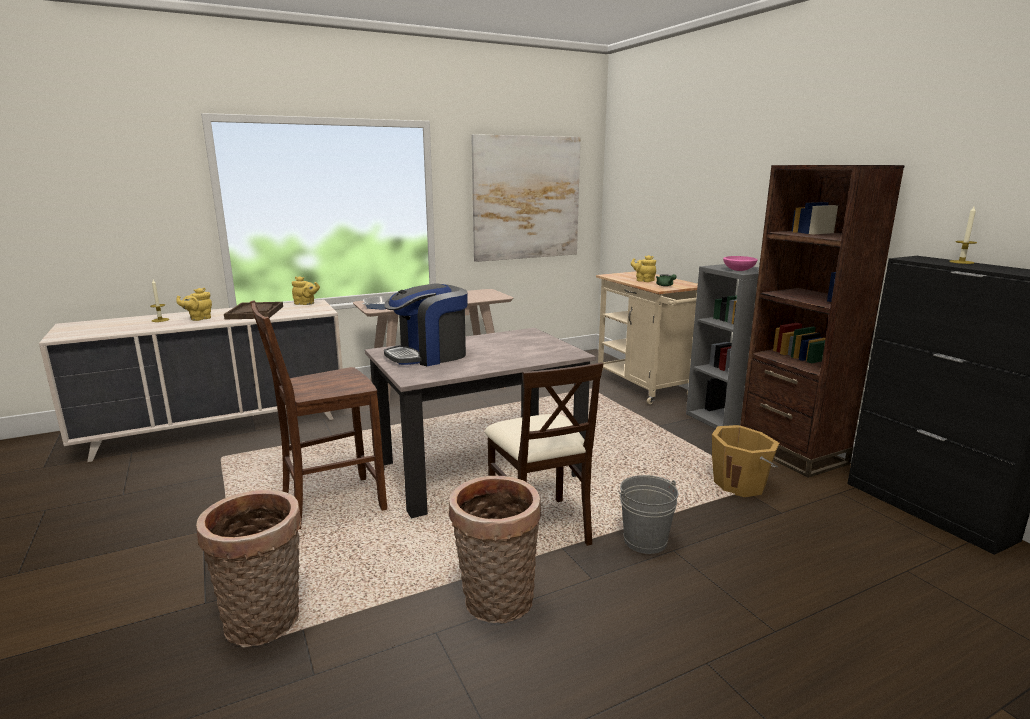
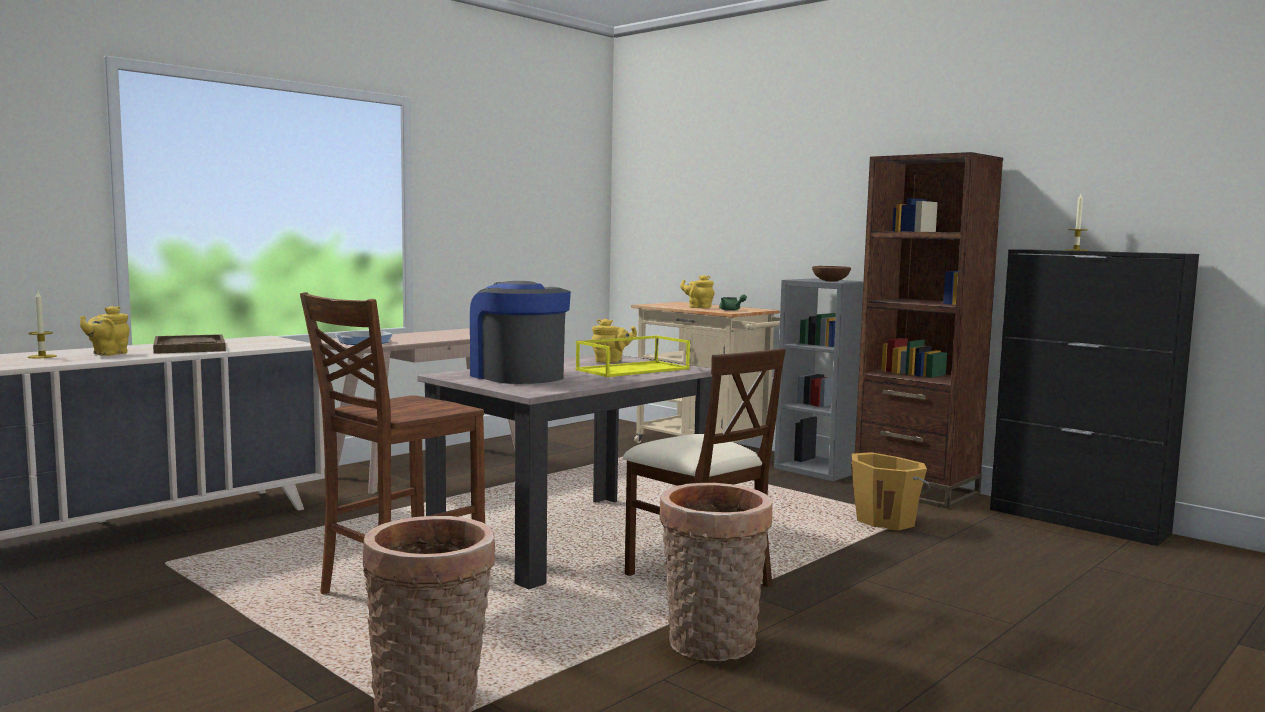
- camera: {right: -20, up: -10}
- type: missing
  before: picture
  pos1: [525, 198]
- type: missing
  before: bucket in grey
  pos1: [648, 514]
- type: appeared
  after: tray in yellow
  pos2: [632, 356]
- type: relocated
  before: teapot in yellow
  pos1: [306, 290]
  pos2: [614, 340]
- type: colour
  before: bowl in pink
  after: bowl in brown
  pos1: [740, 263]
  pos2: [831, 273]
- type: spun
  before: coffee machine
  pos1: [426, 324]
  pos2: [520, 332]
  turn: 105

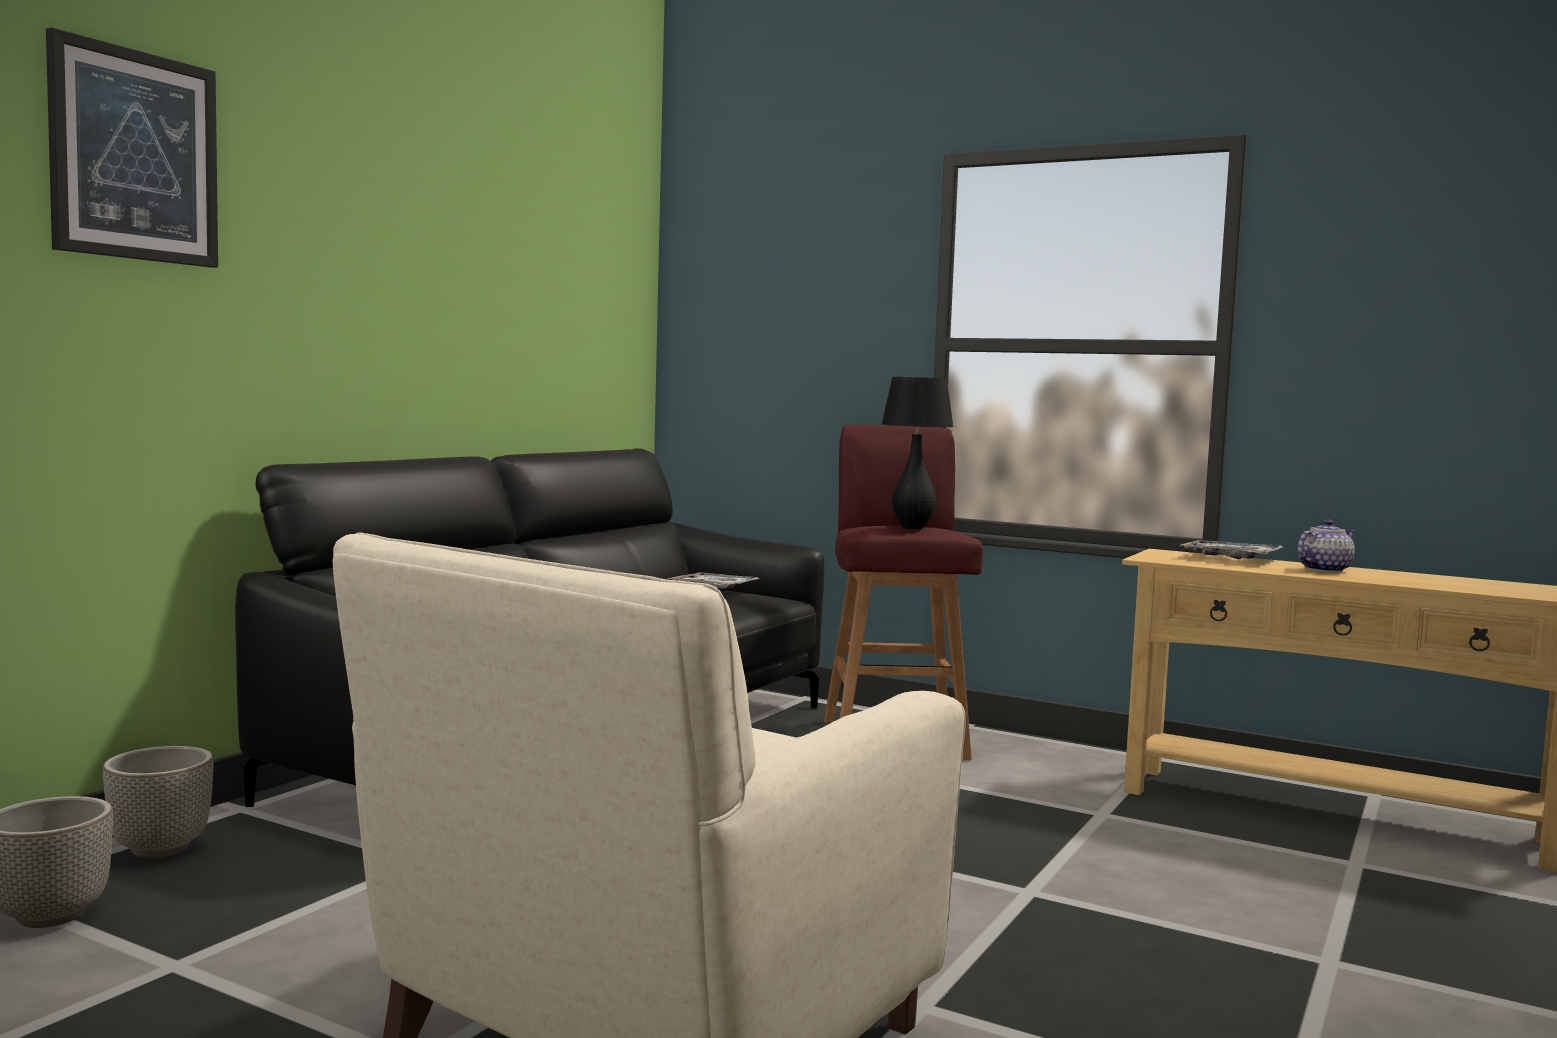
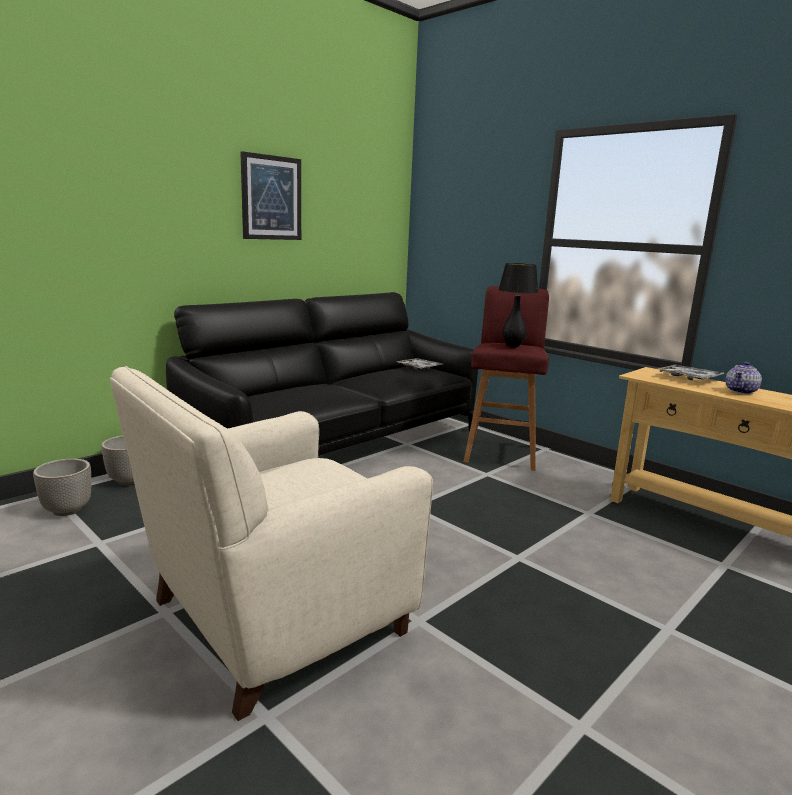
- camera: {right: 15, up: 10}
- type: relocated
  before: picture
  pos1: [132, 148]
  pos2: [270, 195]
- type: spun
  before: teapot
  pos1: [1326, 546]
  pos2: [743, 378]
  turn: 150

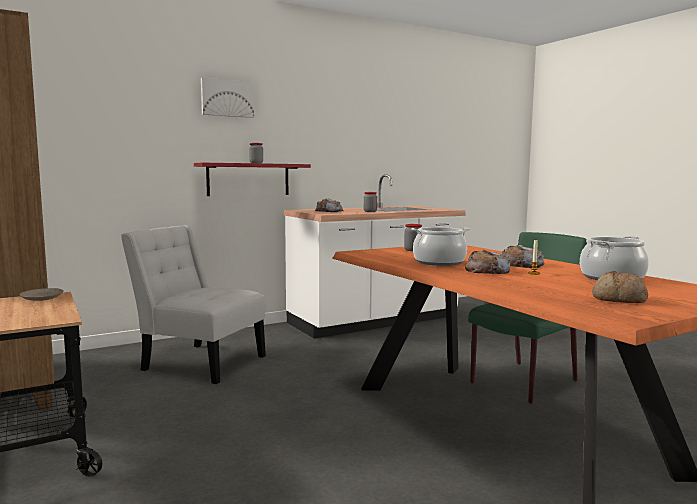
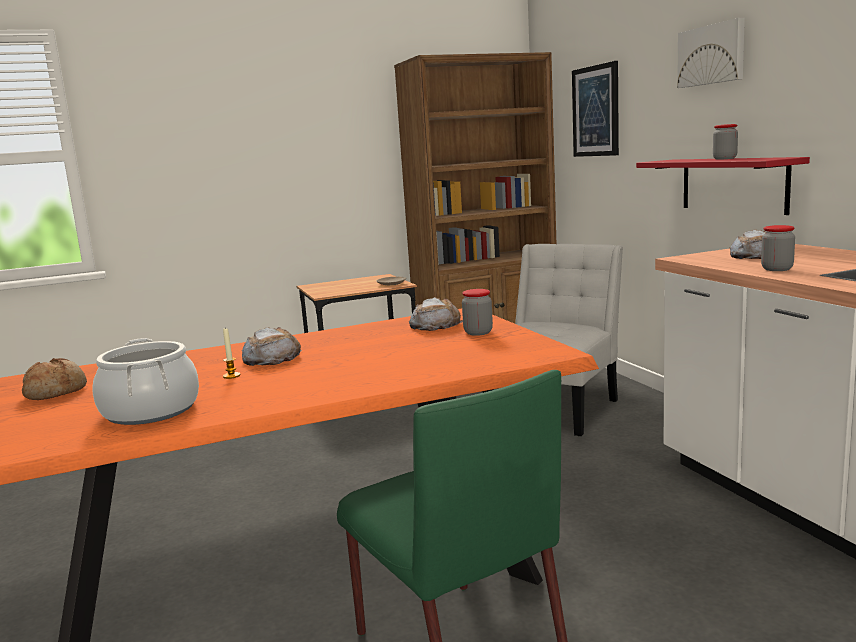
- camera: {right: 100, up: 5}
- type: missing
  before: cooking pot
  pos1: [440, 246]
- type: appeared
  after: picture
  pos2: [595, 109]
- type: relocated
  before: bread
  pos1: [523, 256]
  pos2: [436, 314]

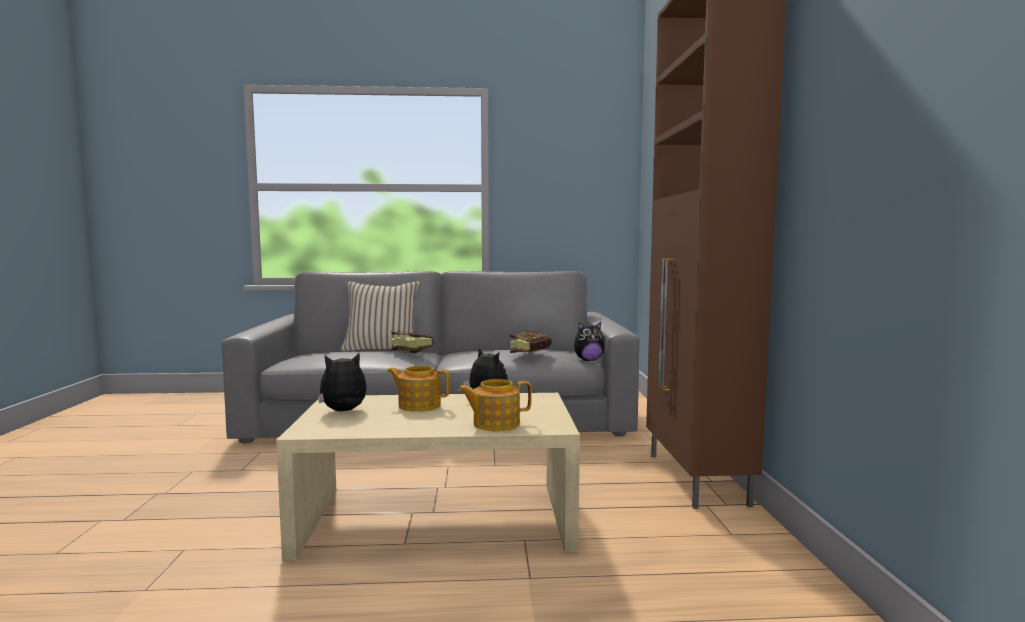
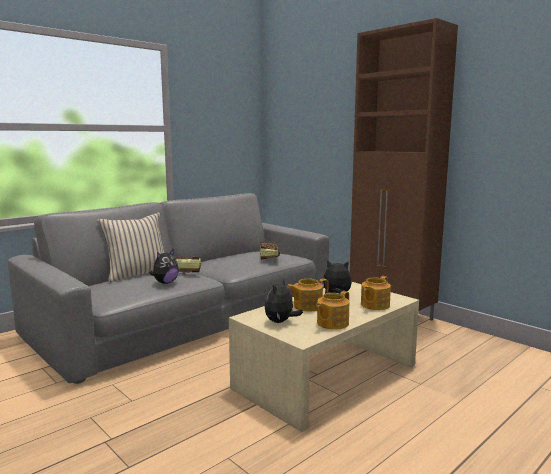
- camera: {right: -40, up: 5}
- type: appeared
  after: teapot
  pos2: [332, 310]
- type: relocated
  before: plush toy
  pos1: [589, 341]
  pos2: [164, 266]

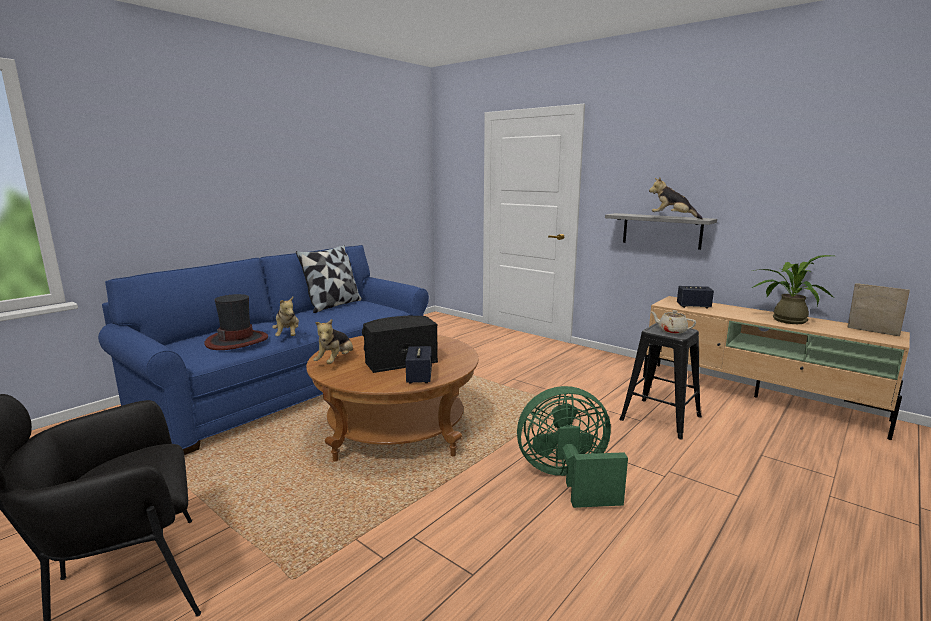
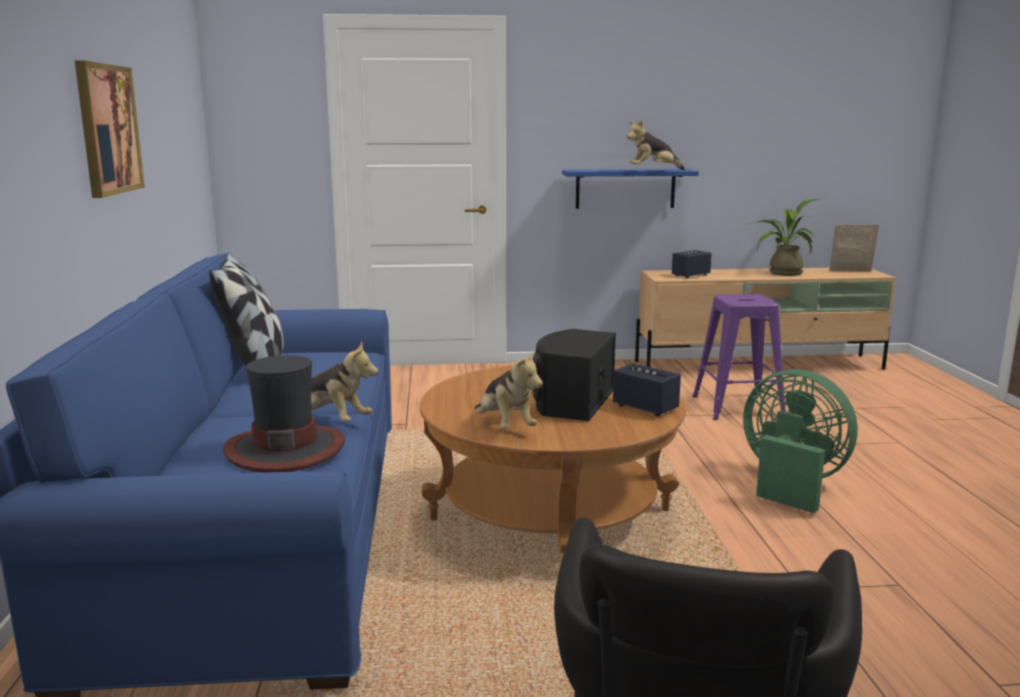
- camera: {right: -45, up: 0}
- type: missing
  before: teapot in beige
  pos1: [673, 322]
- type: appeared
  after: picture
  pos2: [110, 129]
- type: colour
  before: shelf in grey
  after: shelf in blue
  pos1: [661, 231]
  pos2: [630, 189]
- type: colour
  before: stool in black
  after: stool in purple
  pos1: [660, 381]
  pos2: [739, 357]
- type: spun
  before: fan in green
  pos1: [572, 447]
  pos2: [800, 441]
  turn: 90

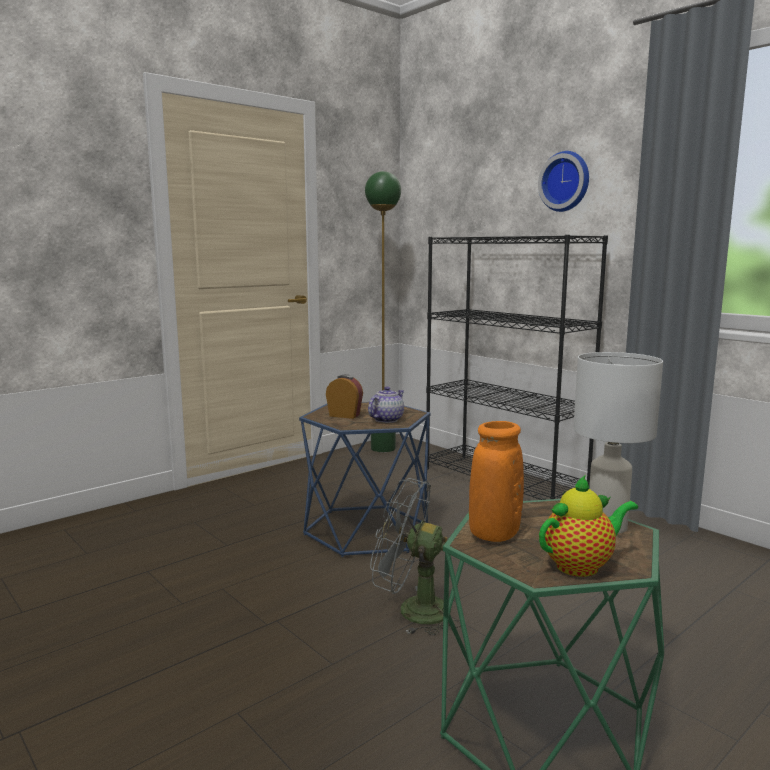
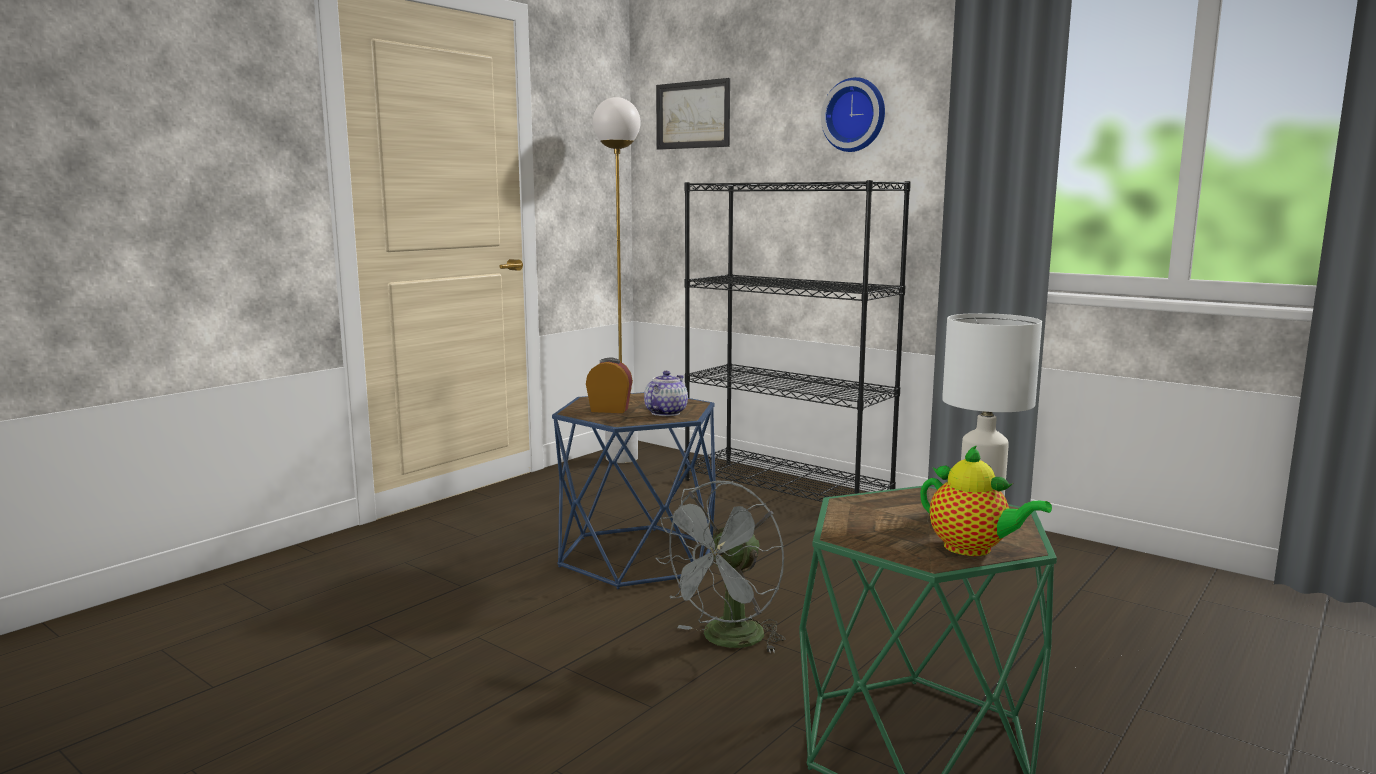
- camera: {right: -10, up: 0}
- type: missing
  before: vase in orange
  pos1: [496, 481]
- type: appeared
  after: picture
  pos2: [693, 114]
- type: colour
  before: floor lamp in green
  after: floor lamp in white
  pos1: [383, 311]
  pos2: [617, 280]
- type: spun
  before: fan in grey
  pos1: [415, 556]
  pos2: [720, 567]
  turn: -60
- type: spun
  before: teapot
  pos1: [588, 526]
  pos2: [986, 500]
  turn: 75

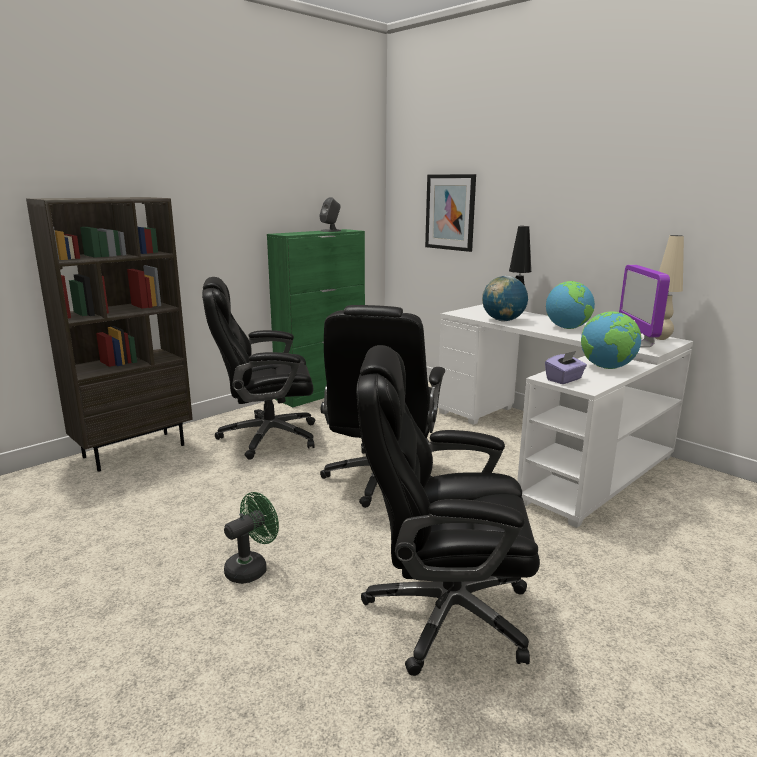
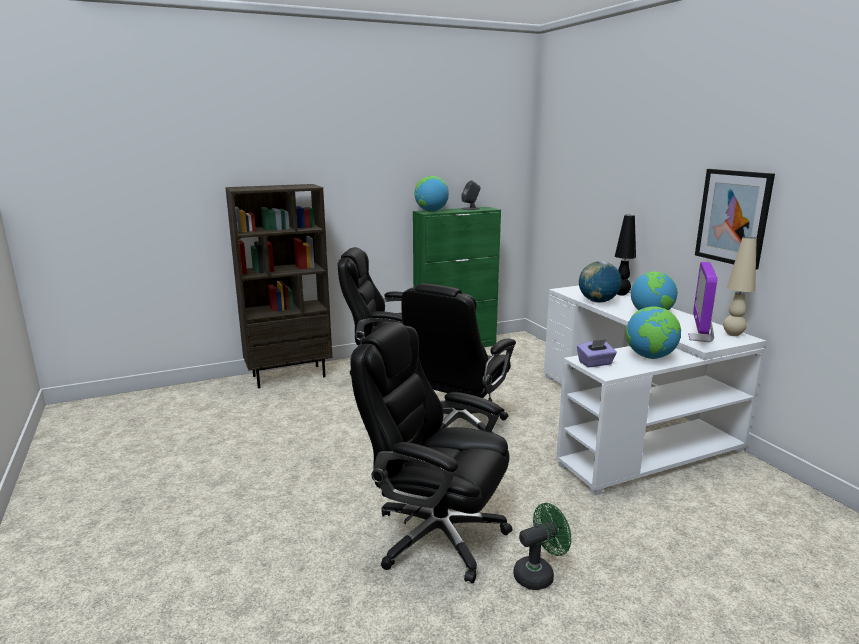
- camera: {right: 20, up: 0}
- type: appeared
  after: globe
  pos2: [432, 194]
- type: relocated
  before: fan in green
  pos1: [251, 538]
  pos2: [542, 546]
- type: relocated
  before: picture
  pos1: [450, 213]
  pos2: [735, 219]

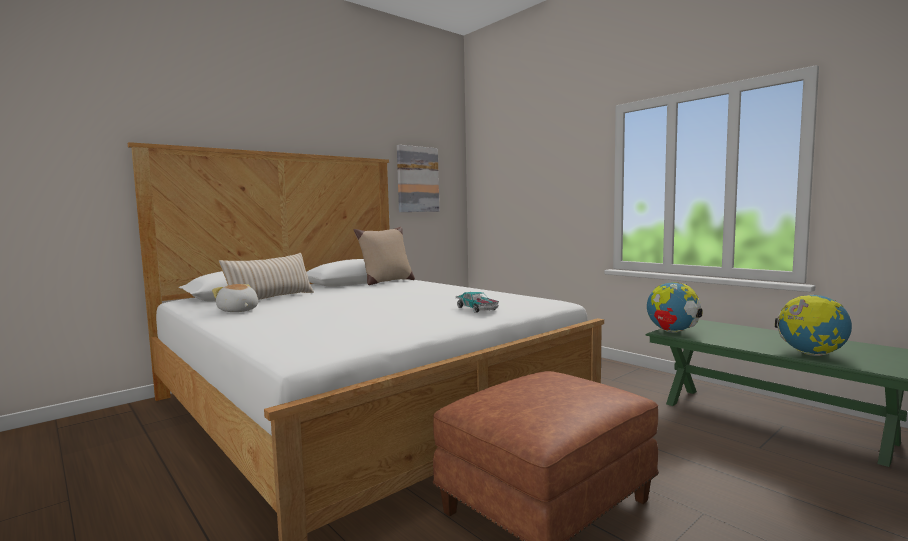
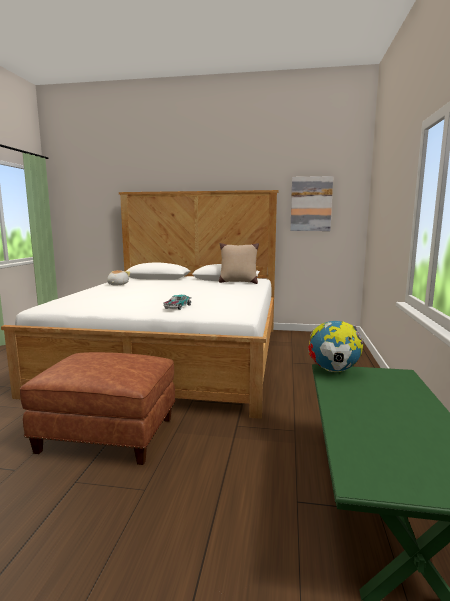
- camera: {right: 50, up: 5}
- type: missing
  before: pillow in beige
  pos1: [266, 276]
- type: missing
  before: globe
  pos1: [813, 325]

